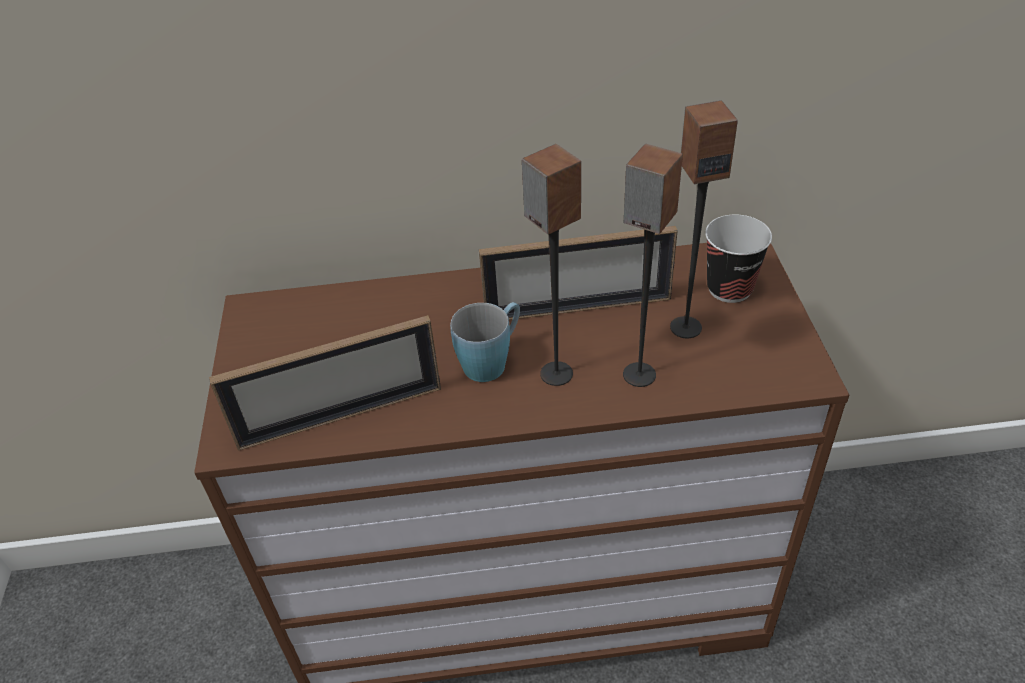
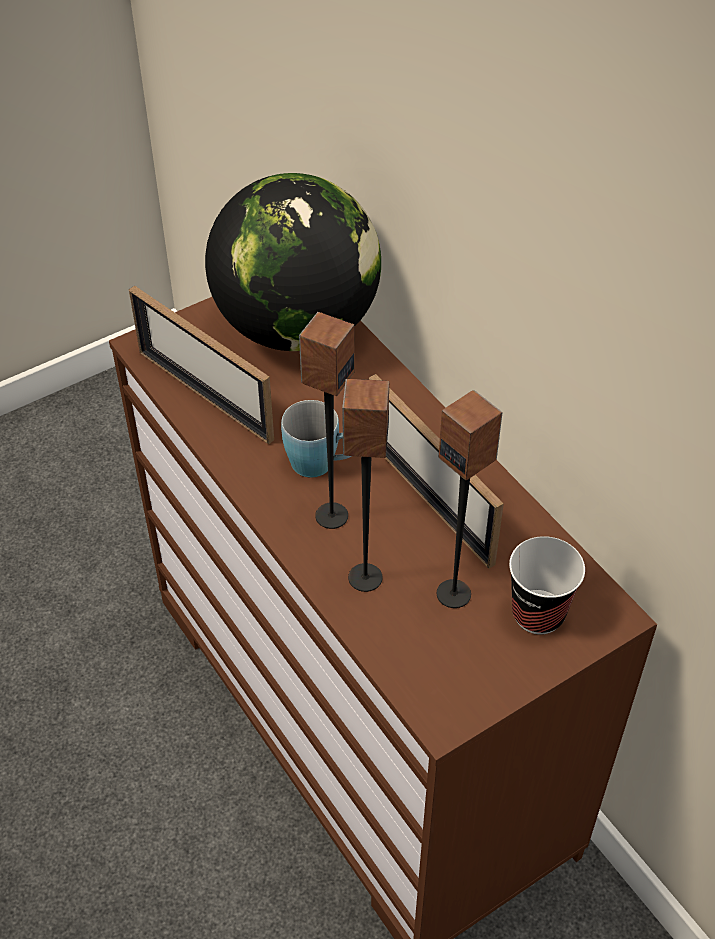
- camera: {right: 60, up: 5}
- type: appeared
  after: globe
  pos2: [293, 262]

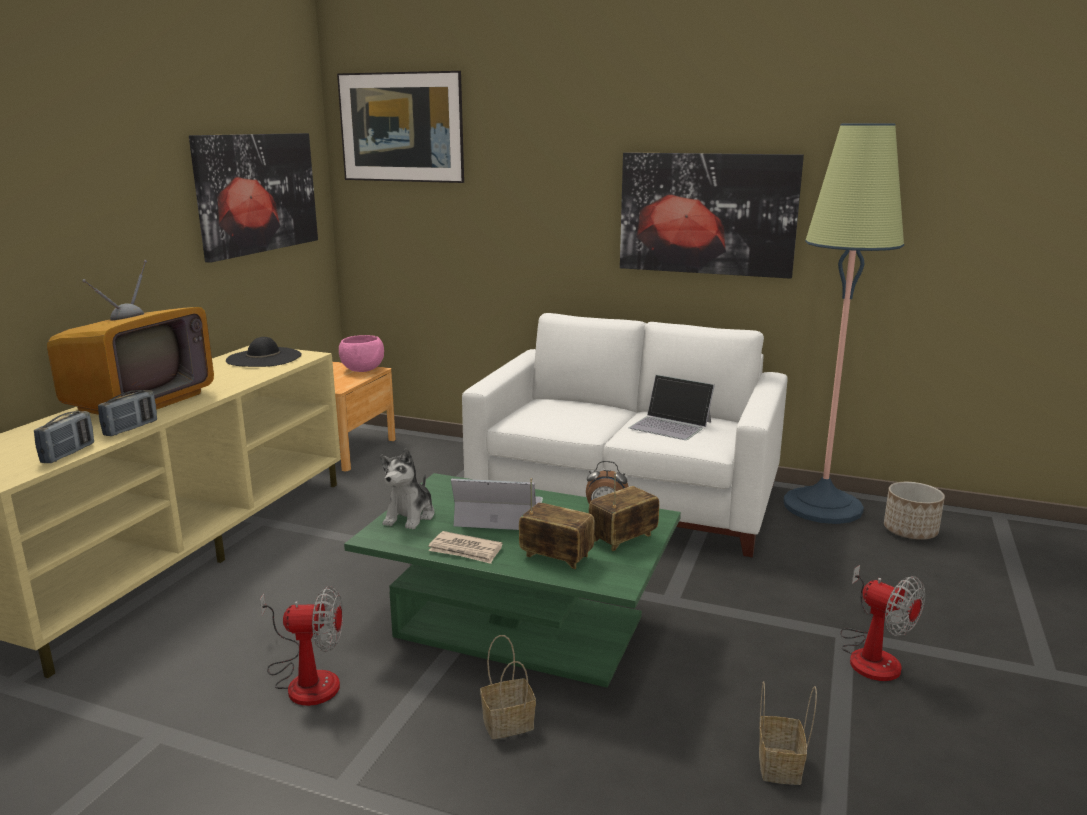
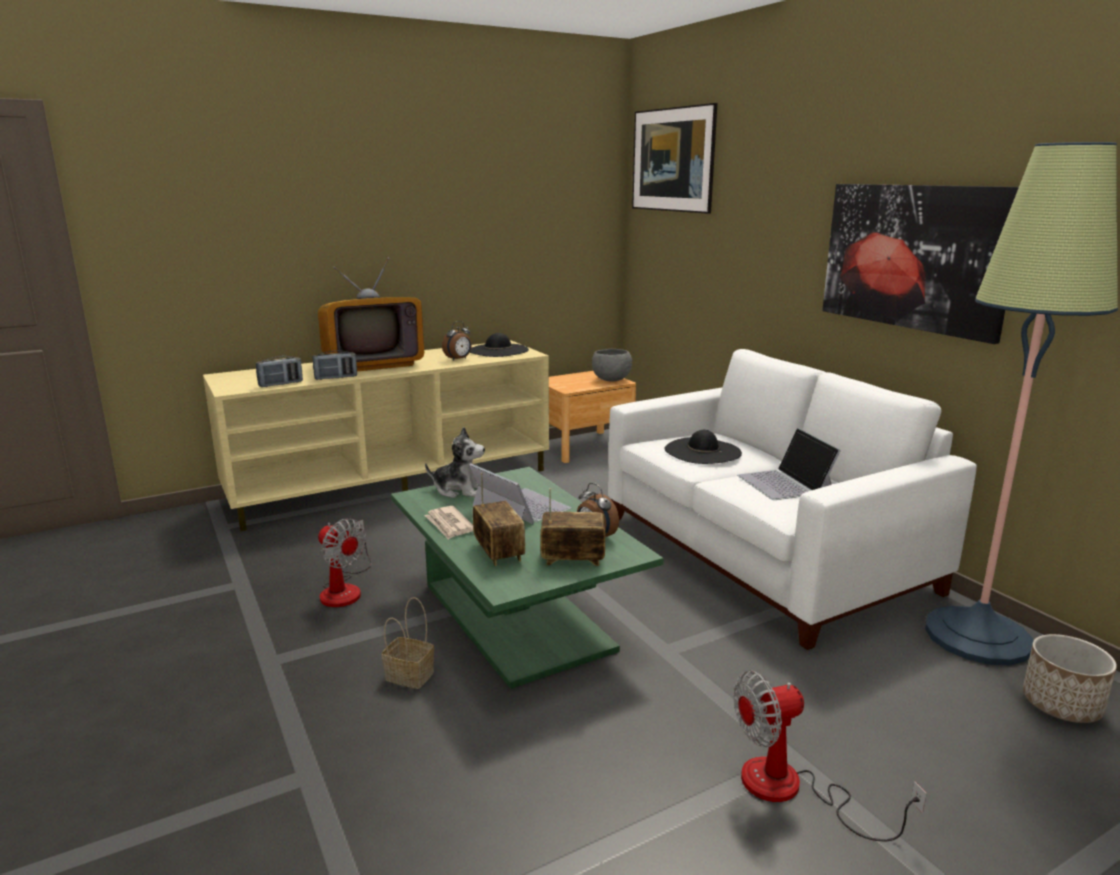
- camera: {right: 40, up: 0}
- type: missing
  before: picture
  pos1: [253, 198]
- type: missing
  before: basket
  pos1: [788, 733]
- type: appeared
  after: alarm clock
  pos2: [457, 341]
- type: appeared
  after: hat in black
  pos2: [703, 447]
- type: colour
  before: bowl in pink
  after: bowl in grey
  pos1: [361, 353]
  pos2: [612, 365]
- type: spun
  before: plush toy
  pos1: [407, 488]
  pos2: [455, 462]
  turn: -135
- type: spun
  before: fan
  pos1: [882, 623]
  pos2: [830, 756]
  turn: 75

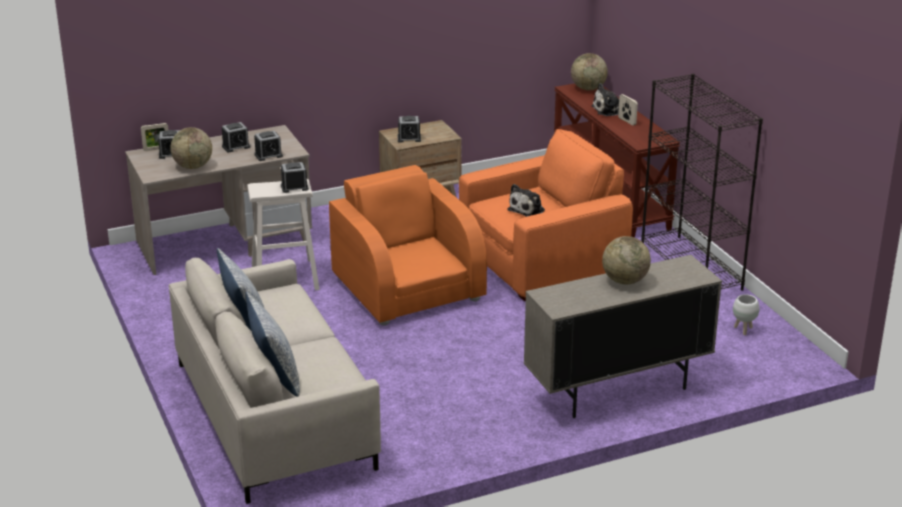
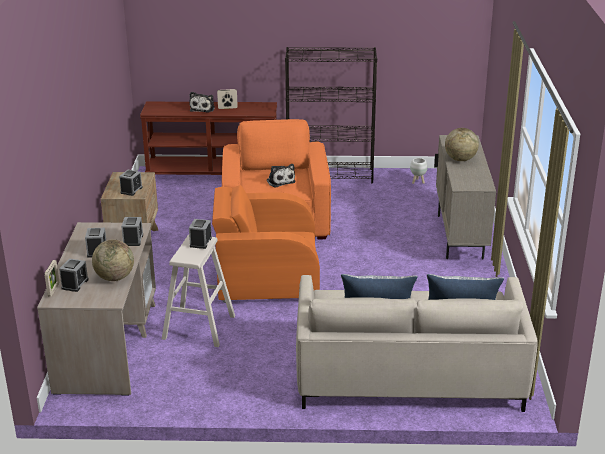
- camera: {right: -65, up: 0}
- type: missing
  before: globe
  pos1: [589, 71]

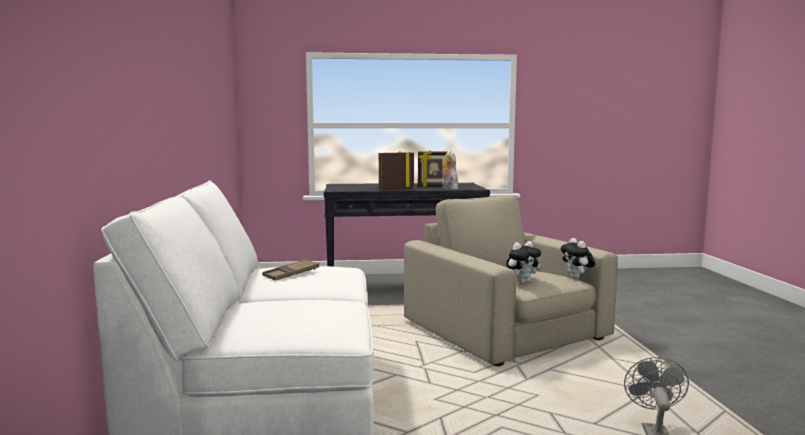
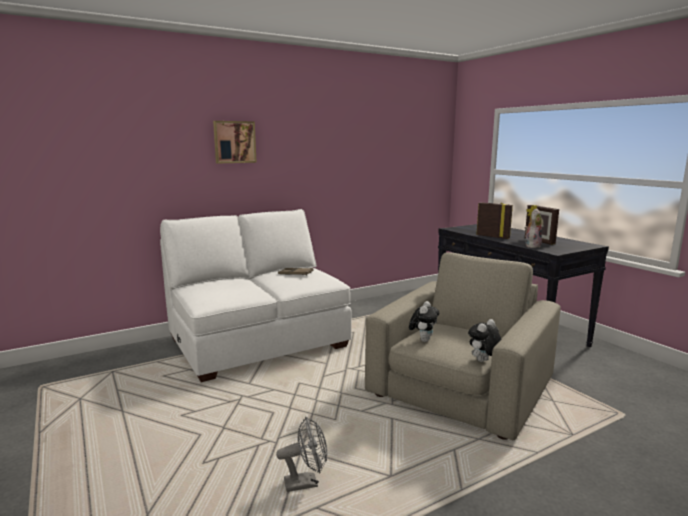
- camera: {right: 65, up: 5}
- type: appeared
  after: picture
  pos2: [235, 142]
- type: spun
  before: plush toy
  pos1: [523, 262]
  pos2: [424, 321]
  turn: -105

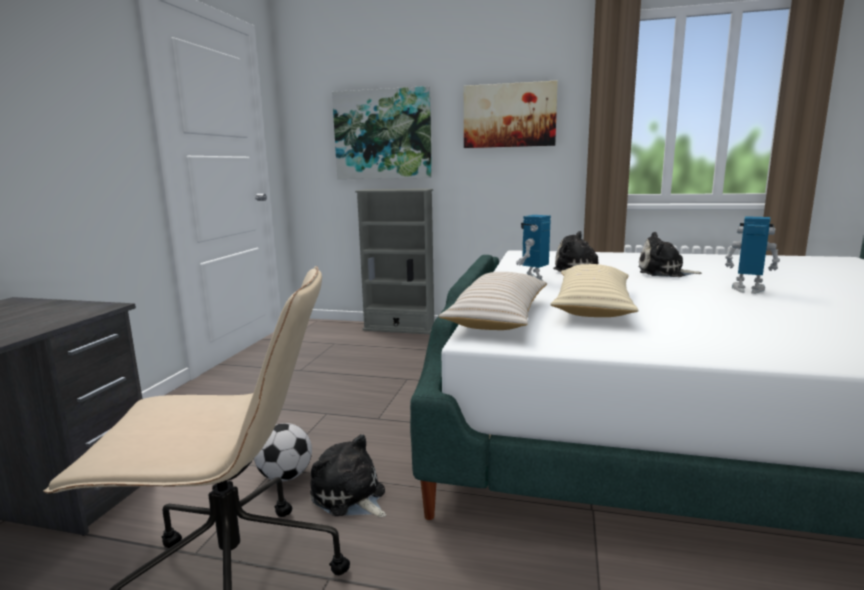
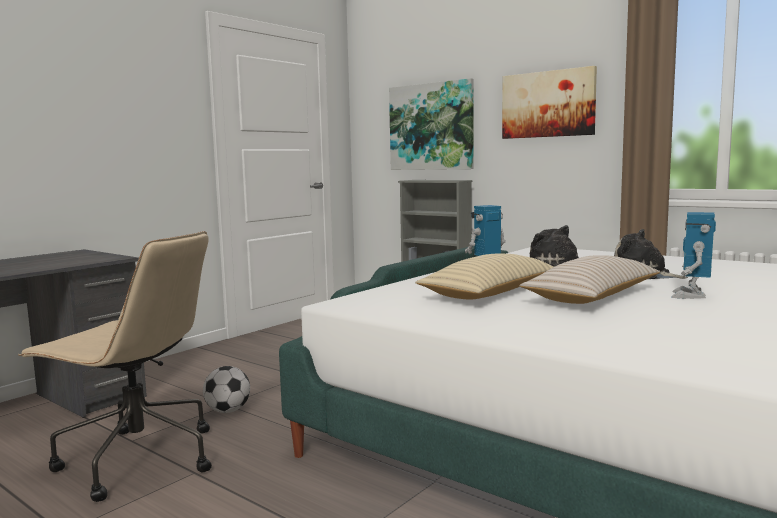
- camera: {right: 25, up: -5}
- type: missing
  before: plush toy
  pos1: [348, 475]
- type: relocated
  before: pillow in beige
  pos1: [492, 301]
  pos2: [589, 279]
- type: spun
  before: toy robot
  pos1: [752, 255]
  pos2: [694, 255]
  turn: -120

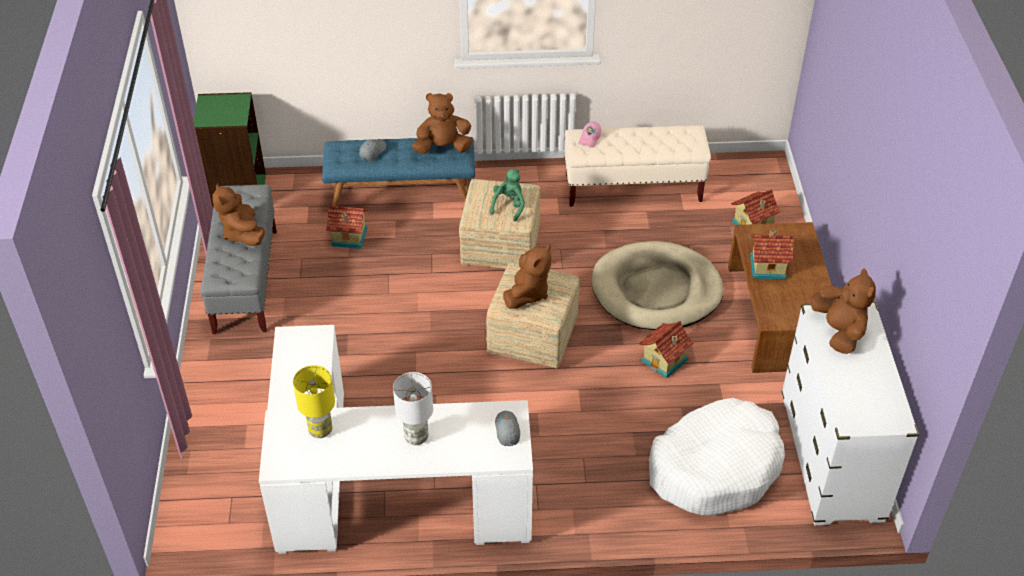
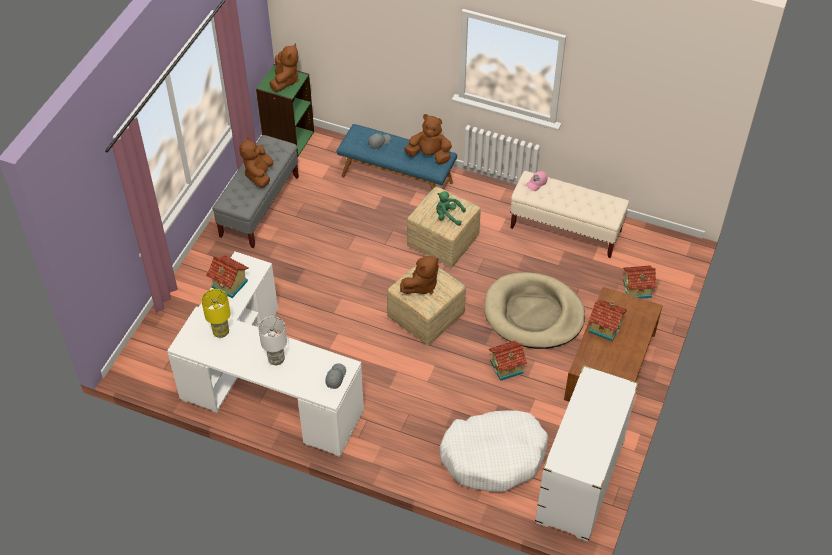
- camera: {right: 25, up: 5}
- type: relocated
  before: toy house
  pos1: [347, 227]
  pos2: [227, 277]
- type: relocated
  before: plush toy in brown
  pos1: [843, 311]
  pos2: [284, 67]
- type: spun
  before: plush toy in green
  pos1: [507, 195]
  pos2: [451, 208]
  turn: -120

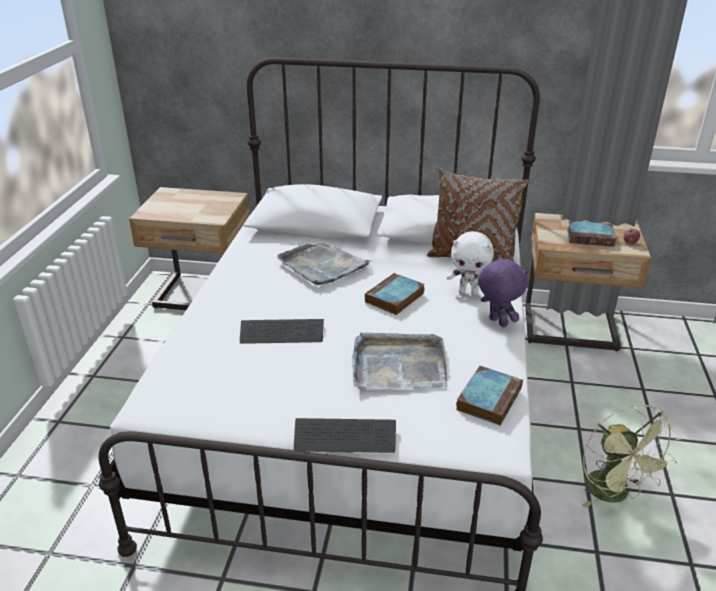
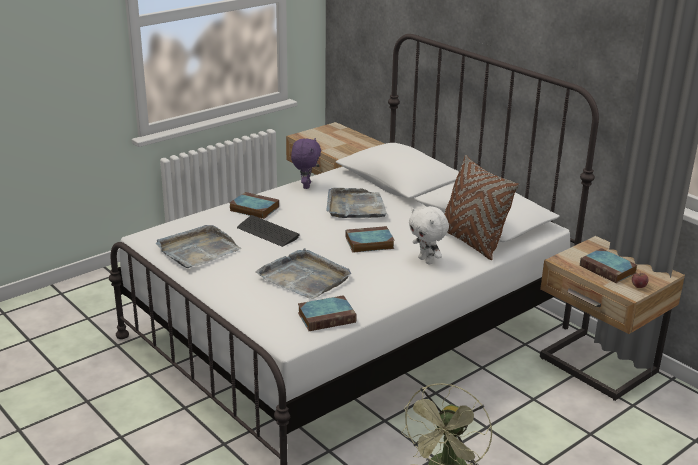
- camera: {right: 40, up: -5}
- type: missing
  before: keyboard
  pos1: [345, 435]
- type: appeared
  after: tray in grey
  pos2: [198, 246]
- type: appeared
  after: book
  pos2: [254, 205]
- type: relocated
  before: plush toy in purple
  pos1: [503, 291]
  pos2: [306, 163]

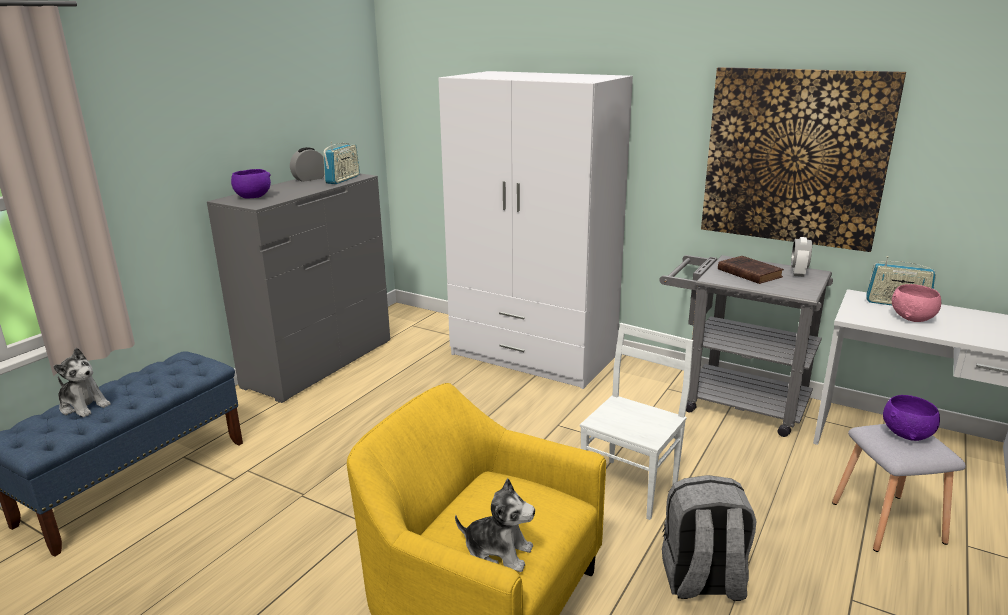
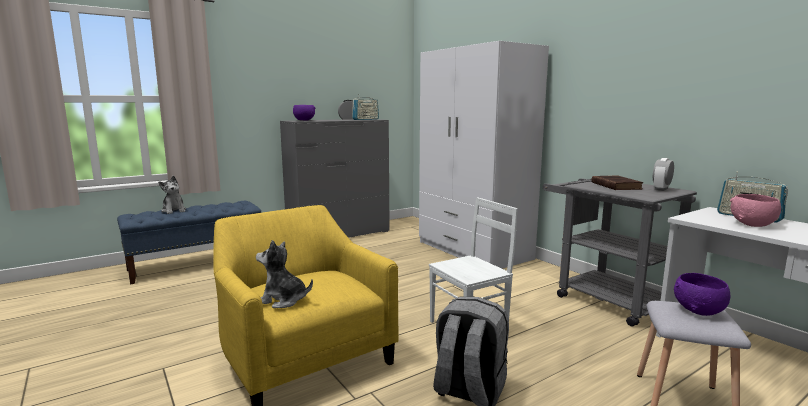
- camera: {right: 25, up: -10}
- type: missing
  before: picture
  pos1: [803, 159]
- type: spun
  before: plush toy
  pos1: [495, 525]
  pos2: [284, 274]
  turn: 150

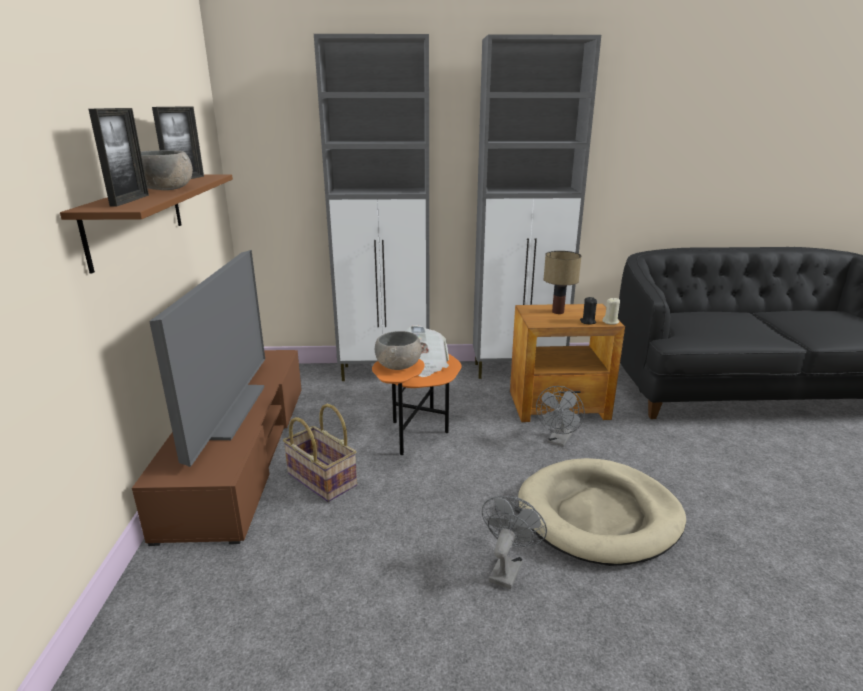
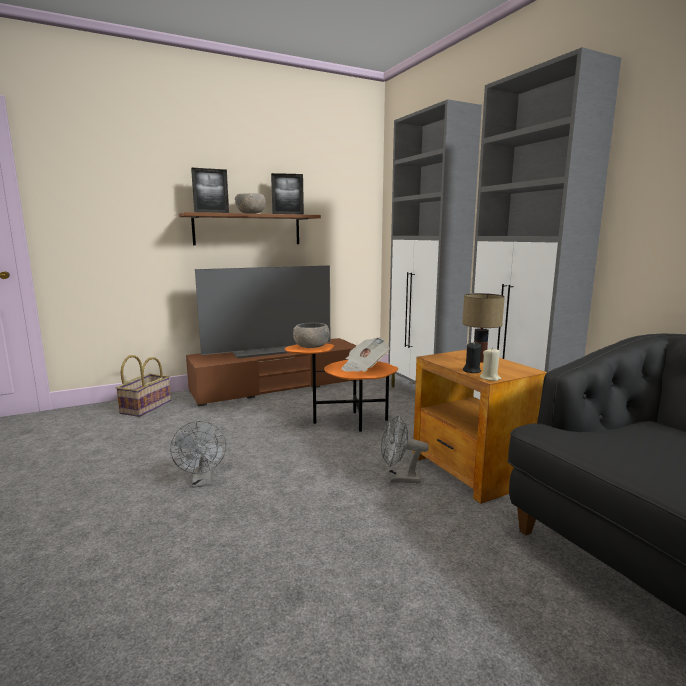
- camera: {right: 65, up: -10}
- type: missing
  before: dog bed in beige
  pos1: [602, 512]
- type: relocated
  before: basket
  pos1: [320, 453]
  pos2: [143, 386]
- type: spun
  before: fan in grey
  pos1: [514, 542]
  pos2: [198, 454]
  turn: 75

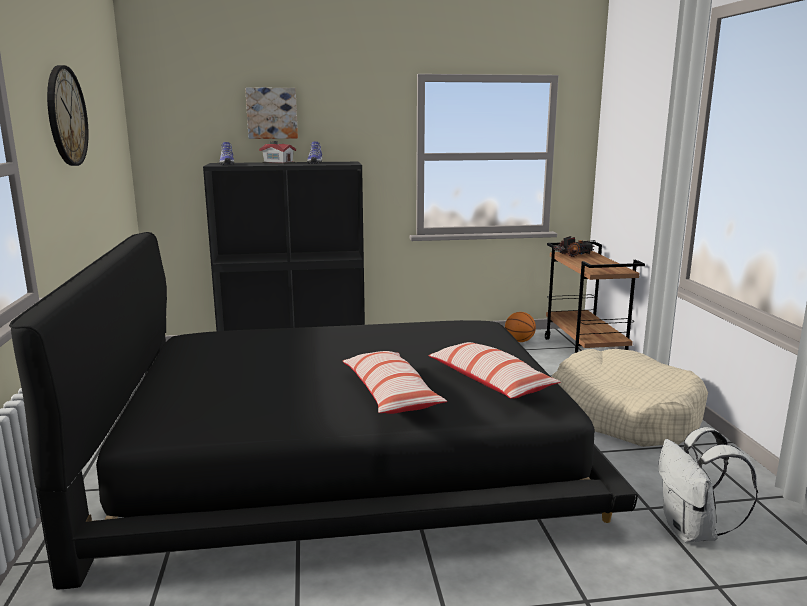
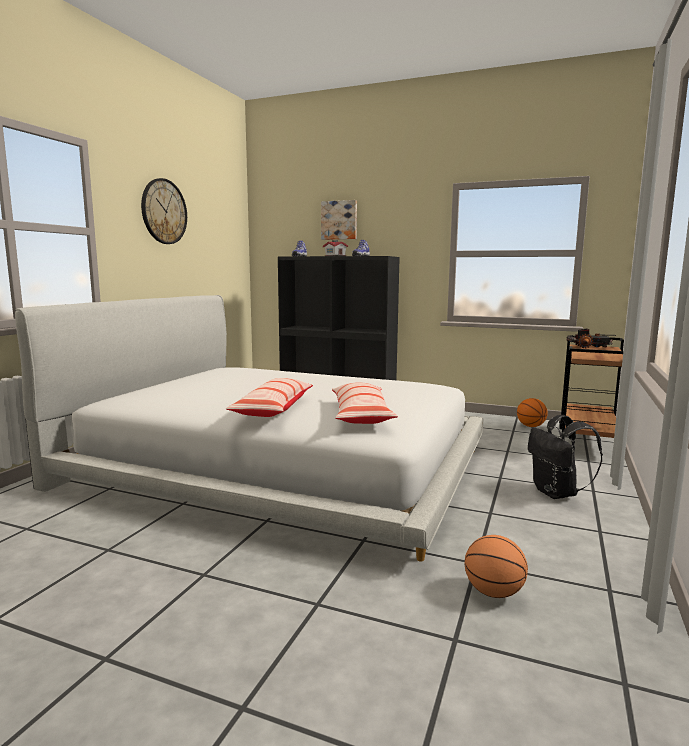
- camera: {right: 30, up: -5}
- type: exchanged
  before: dog bed in beige
  after: backpack in black
  pos1: [630, 398]
  pos2: [565, 457]
- type: exchanged
  before: backpack in white
  after: basketball
  pos1: [708, 484]
  pos2: [496, 566]
- type: colour
  before: bed in black
  after: bed in white
  pos1: [323, 410]
  pos2: [249, 428]

